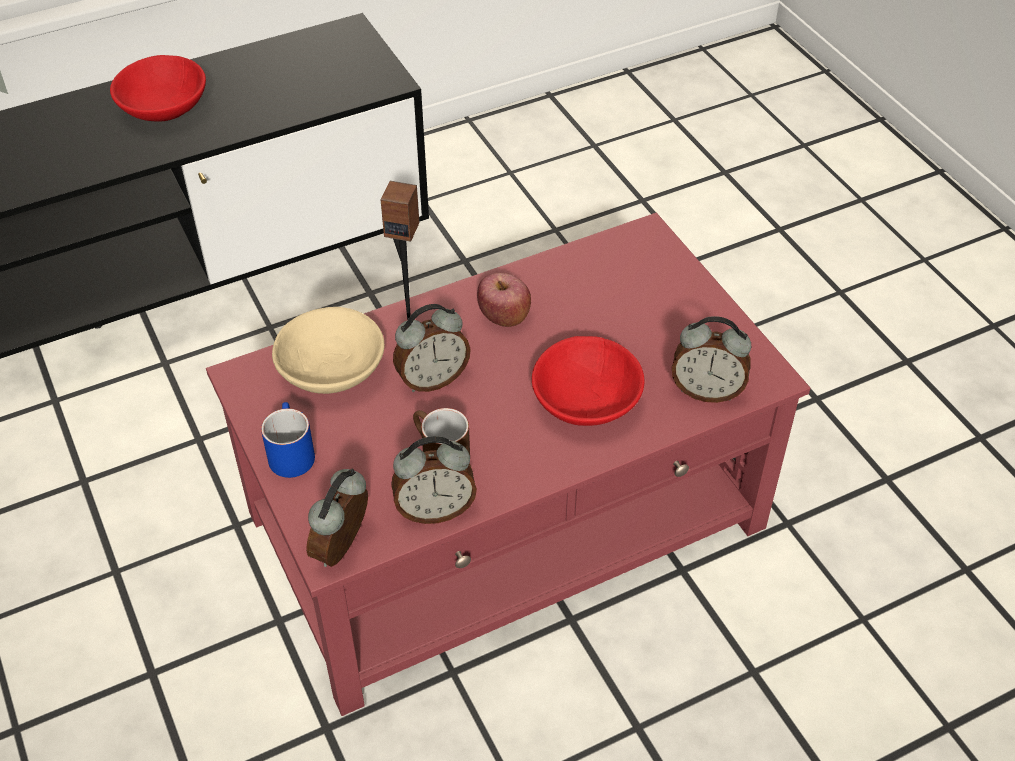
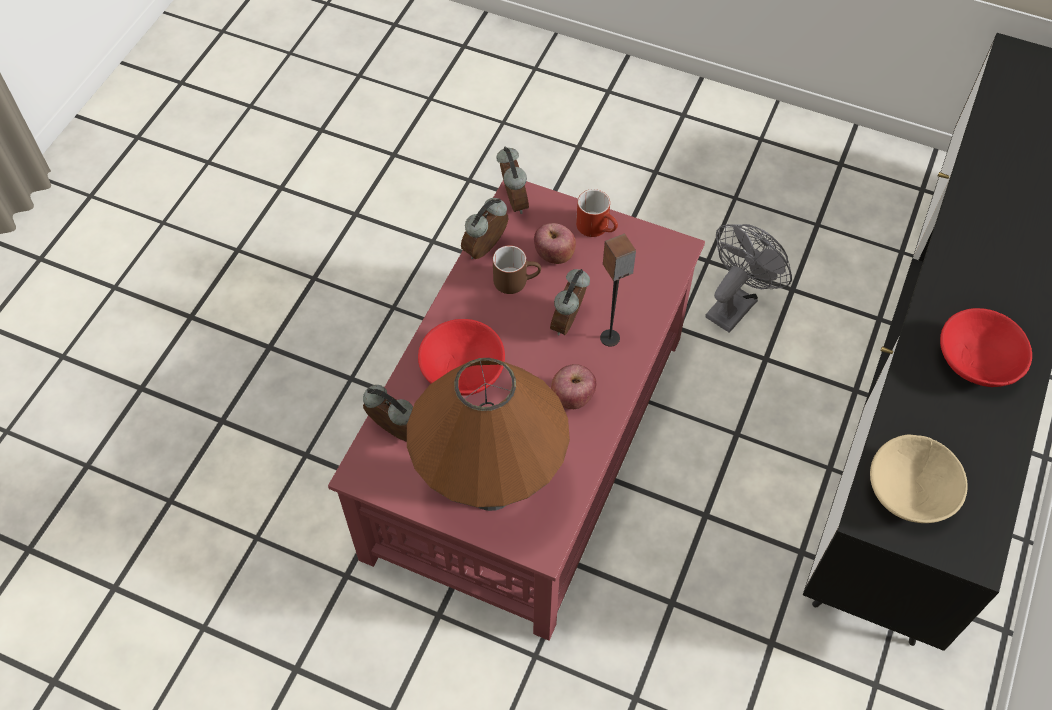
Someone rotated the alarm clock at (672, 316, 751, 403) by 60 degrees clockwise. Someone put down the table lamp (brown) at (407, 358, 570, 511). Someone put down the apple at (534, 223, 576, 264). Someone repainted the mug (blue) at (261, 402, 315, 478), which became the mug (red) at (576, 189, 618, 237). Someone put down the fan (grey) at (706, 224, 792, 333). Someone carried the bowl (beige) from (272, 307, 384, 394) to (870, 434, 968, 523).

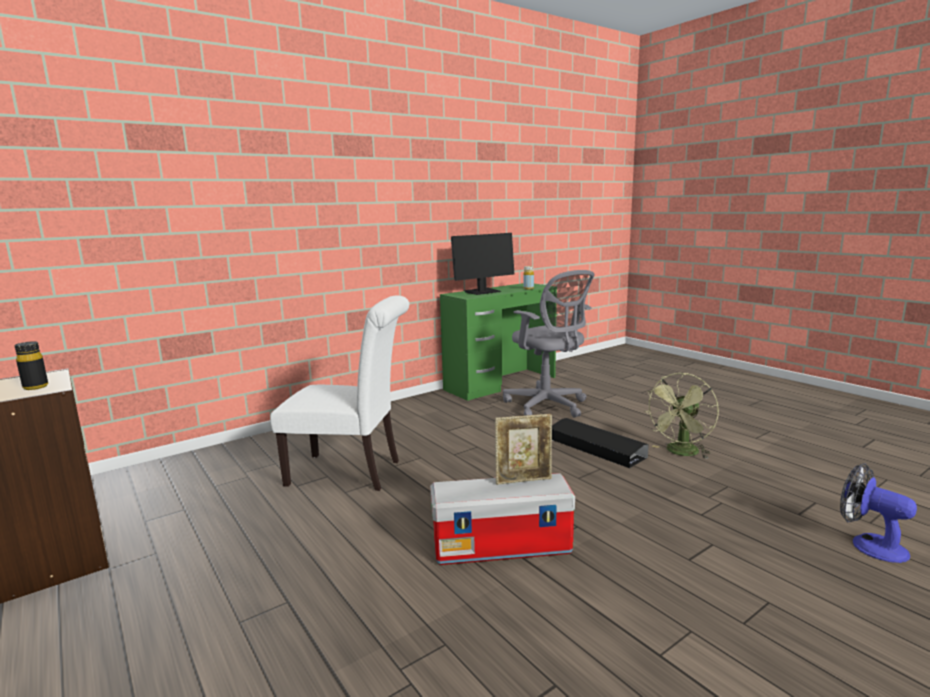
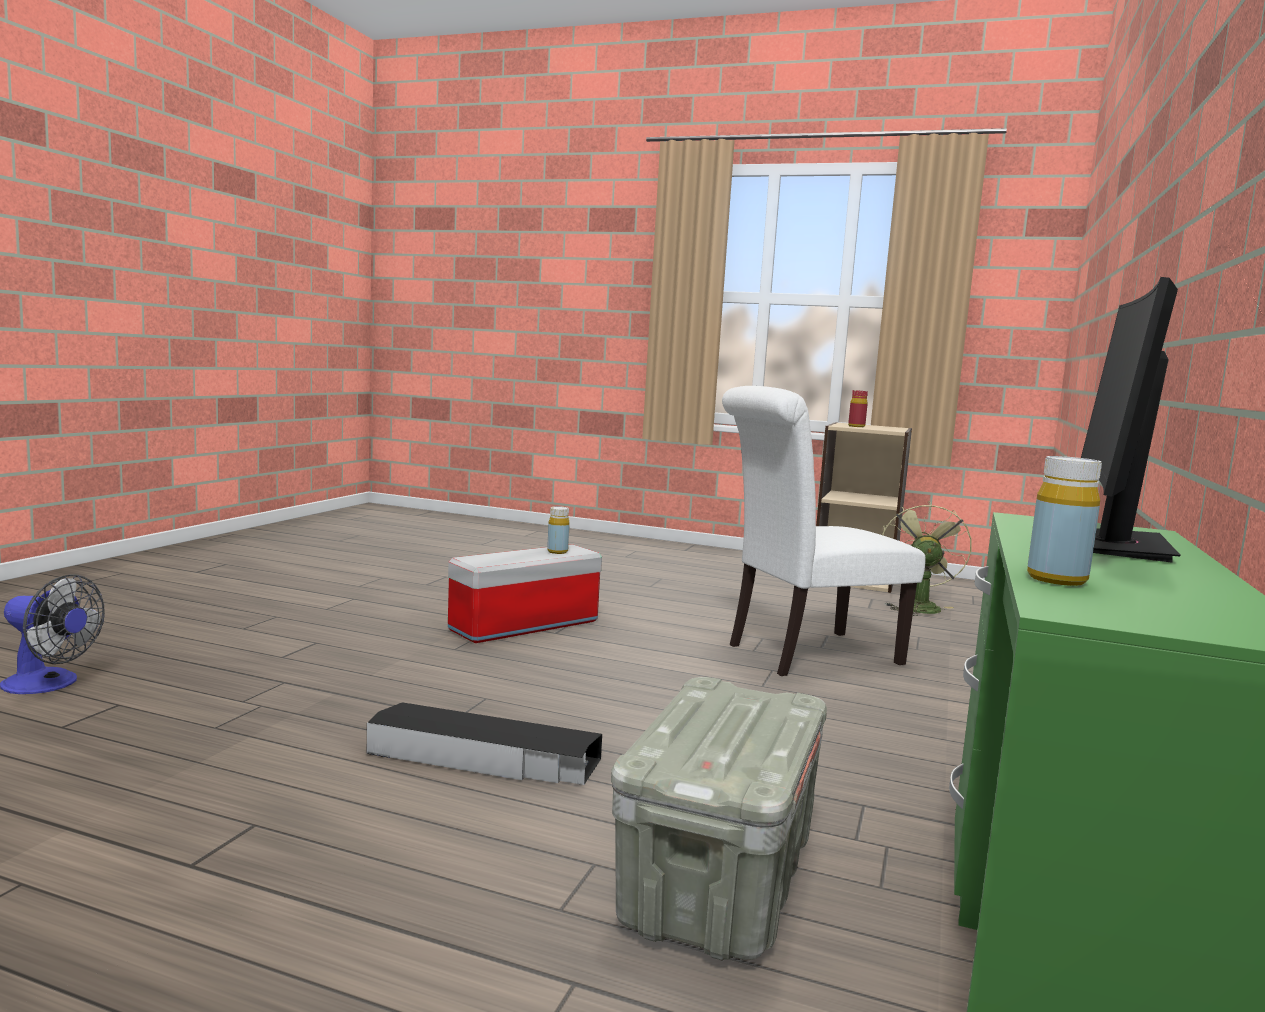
Someone put down the bottle (yellow) at (547, 506, 570, 554). Someone swapped the office chair (grey) at (503, 270, 595, 418) for the storage box (grey) at (611, 677, 827, 961). Someone repainted the bottle (black) at (15, 341, 48, 390), which became the bottle (red) at (848, 390, 868, 427). Someone carried the fan (green) from (644, 373, 719, 459) to (882, 501, 972, 616). Someone took away the picture frame at (495, 414, 552, 485).

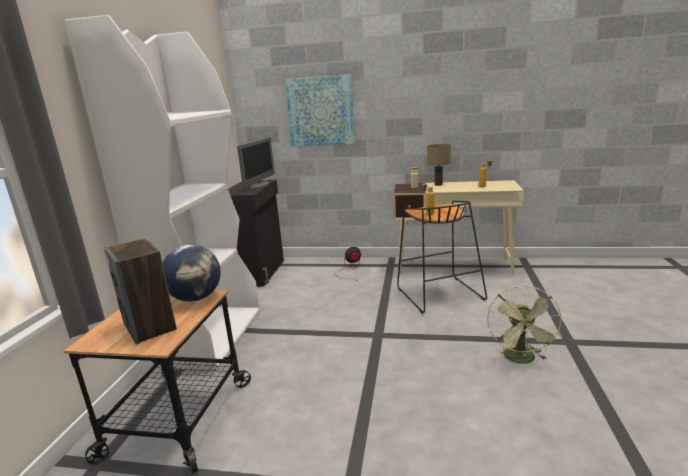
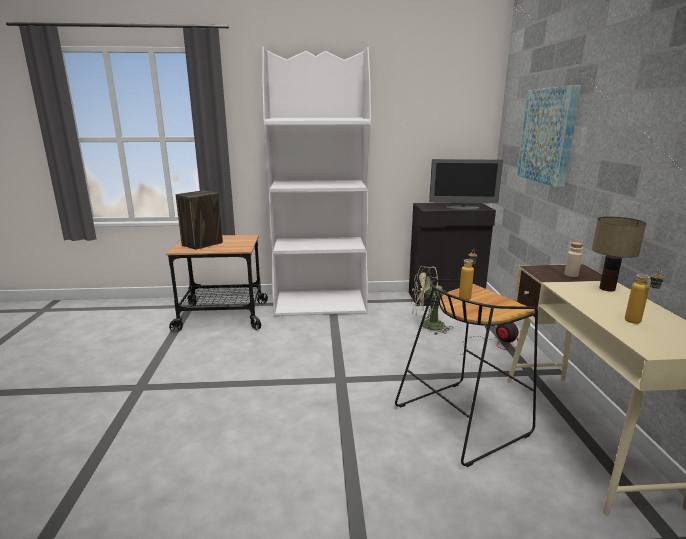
Someone carried the fan (green) from (487, 286, 563, 364) to (411, 266, 453, 335). Someone took away the globe at (163, 244, 221, 302).

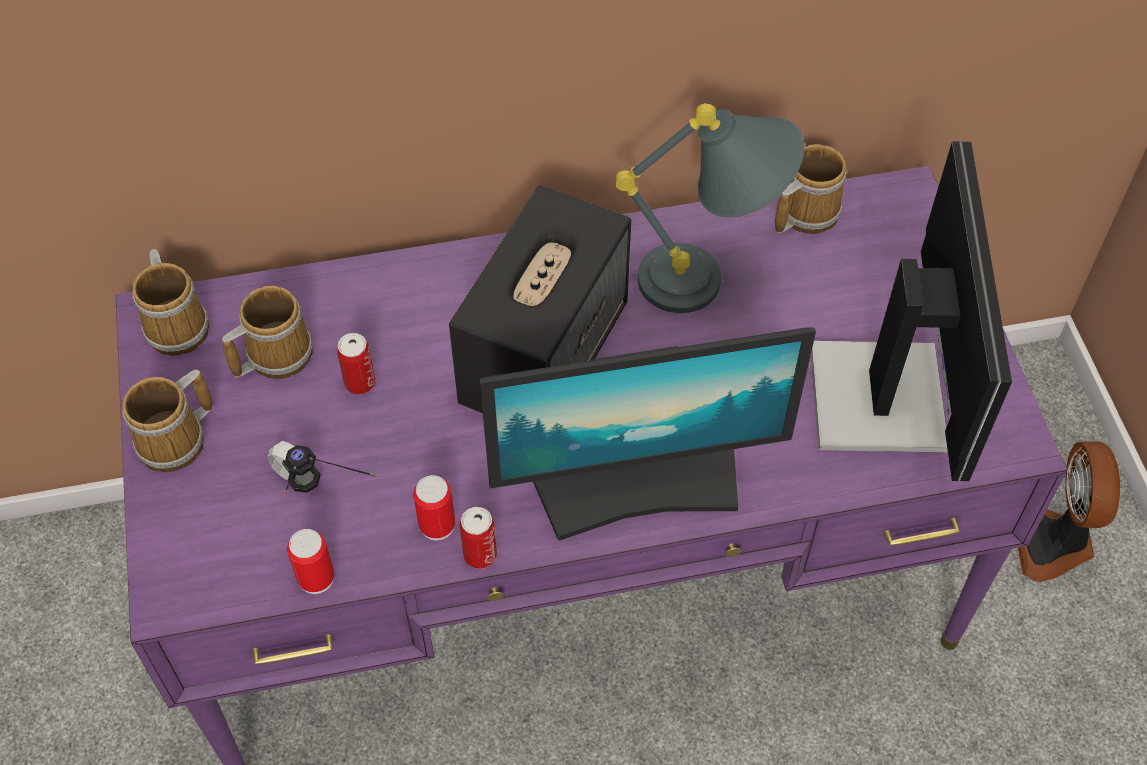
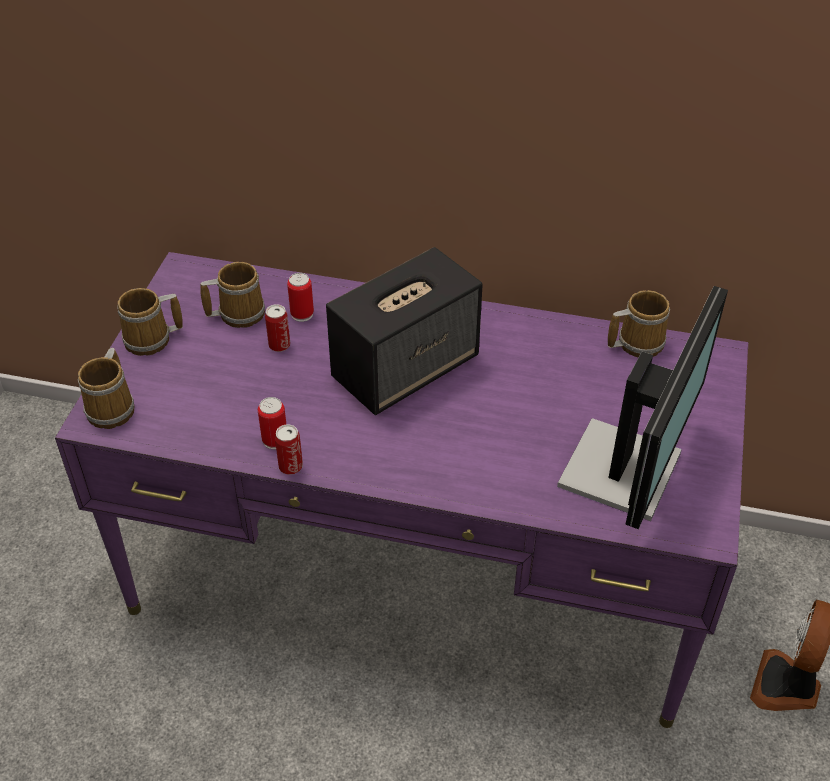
Someone carried the mug from (132, 249, 209, 356) to (78, 348, 135, 429). Someone carried the can from (287, 529, 334, 594) to (287, 273, 314, 322). Someone took away the headphones at (268, 441, 378, 494). Someone took away the monitor at (480, 327, 816, 541). Someone took away the table lamp (grey) at (616, 103, 804, 313).

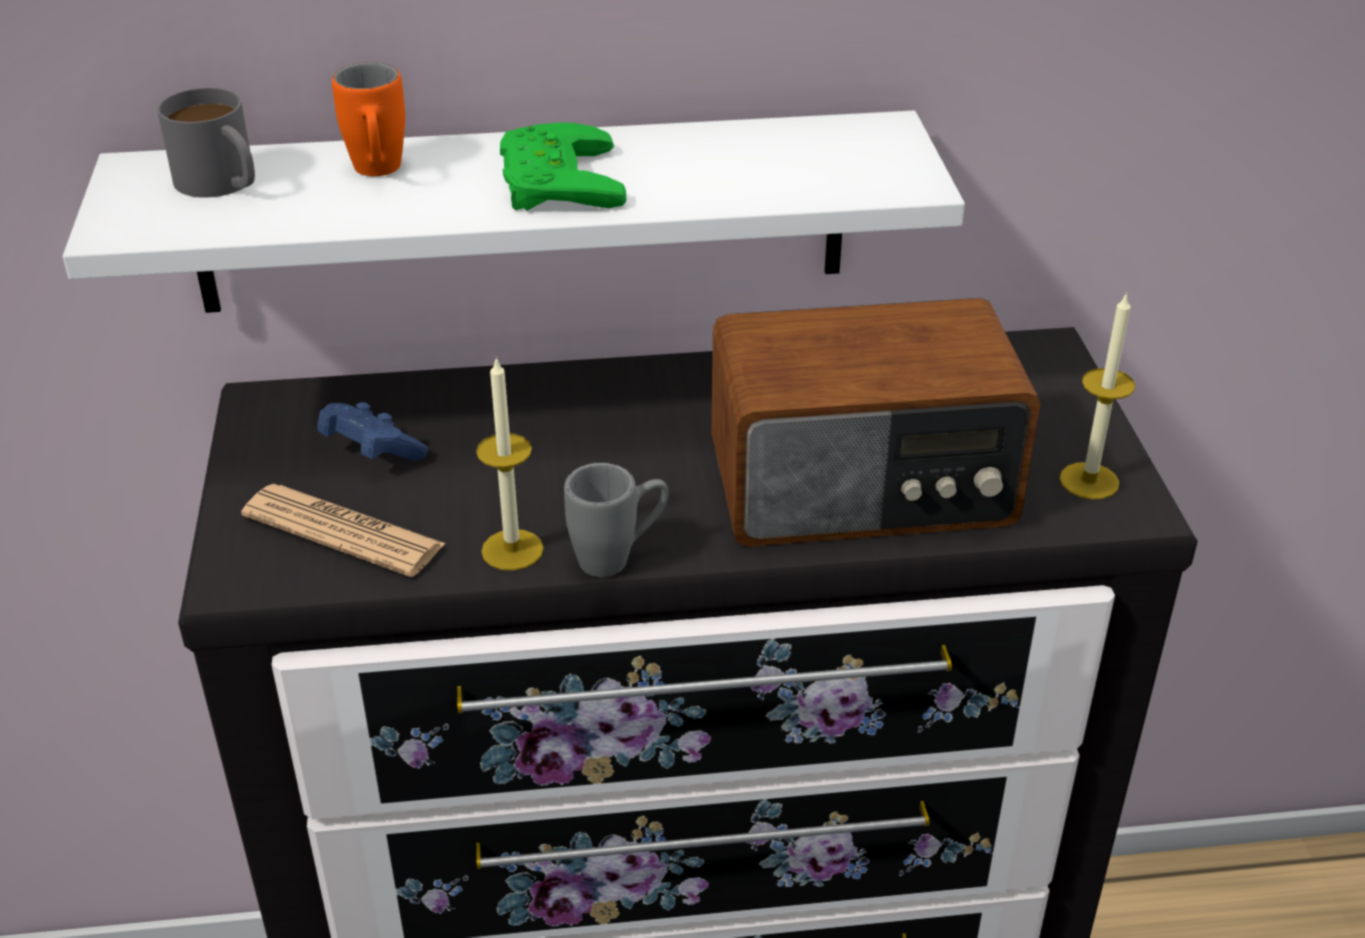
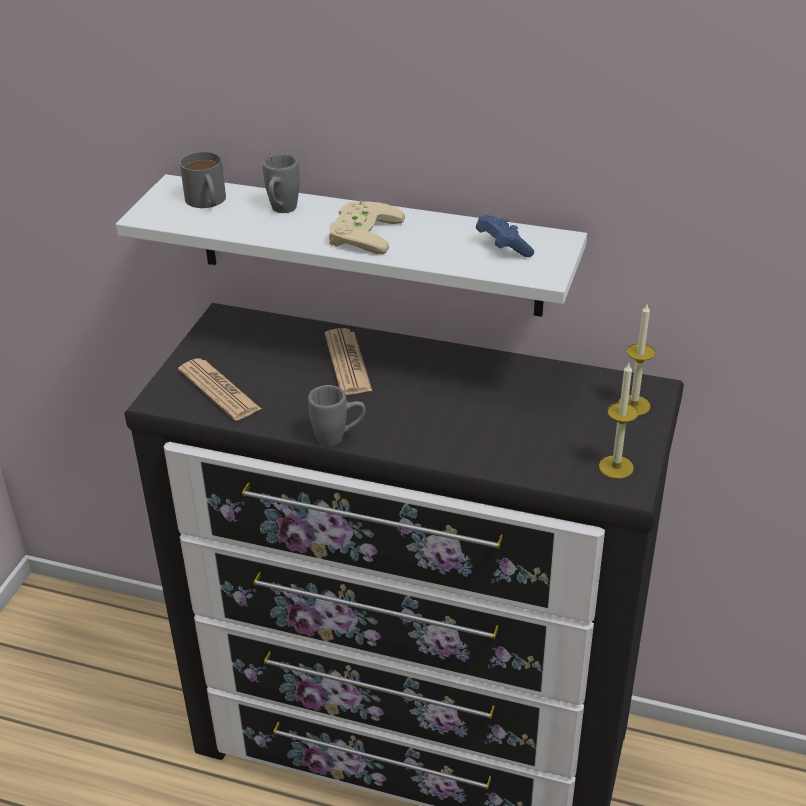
Someone repainted the mug (orange) at (332, 62, 405, 176), which became the mug (grey) at (263, 153, 300, 213). Someone put down the newspaper at (325, 328, 372, 395). Someone repainted the game controller (green) at (500, 122, 626, 211), which became the game controller (beige) at (329, 202, 405, 254). Someone carried the game controller (blue) from (317, 402, 428, 461) to (476, 215, 534, 257). Someone carried the candle from (476, 356, 544, 571) to (618, 304, 655, 416). Someone took away the radio at (711, 298, 1041, 546).

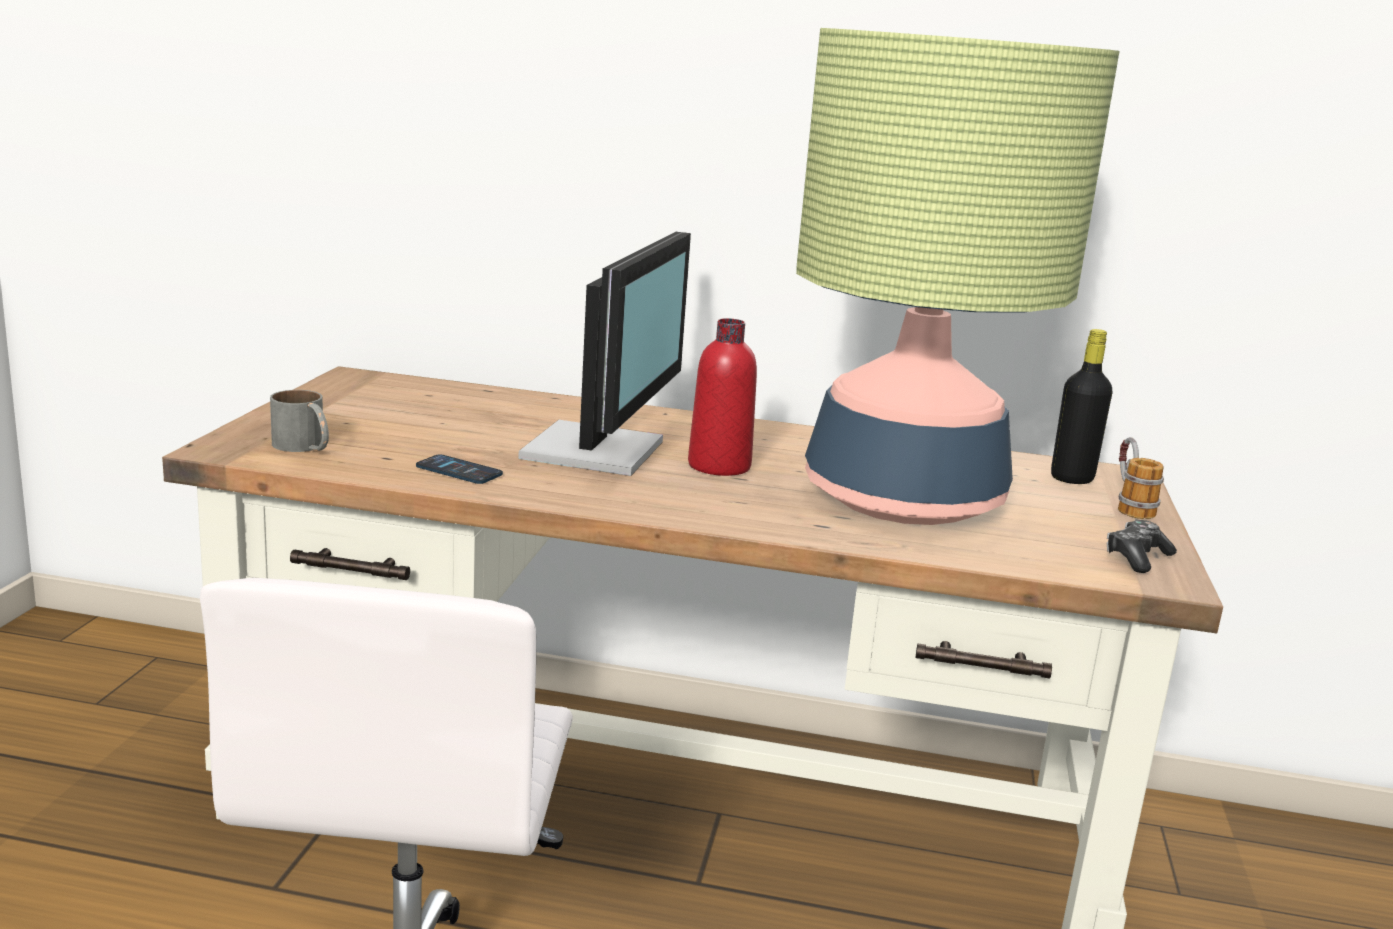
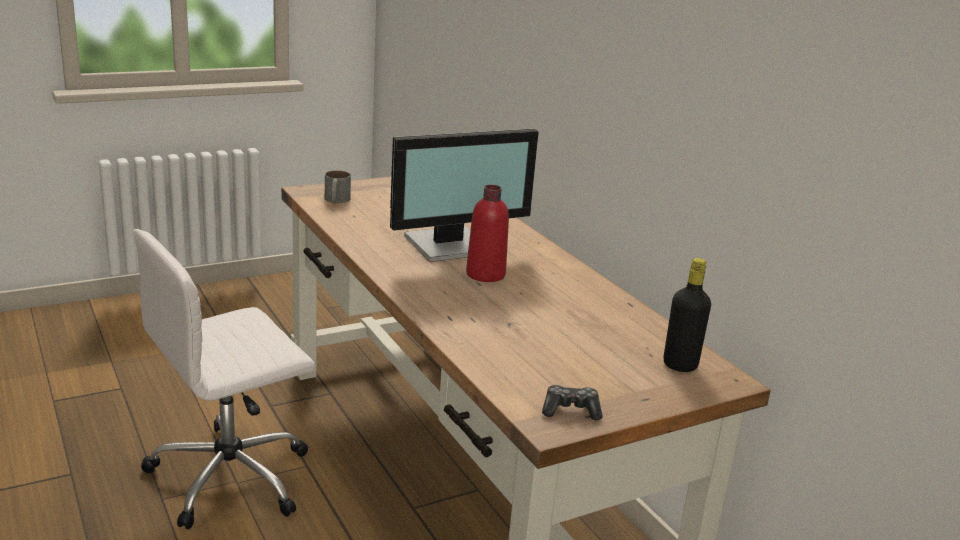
Someone took away the phone at (416, 454, 503, 484). Someone took away the table lamp at (796, 28, 1119, 525). Someone took away the mug at (1118, 437, 1164, 519).

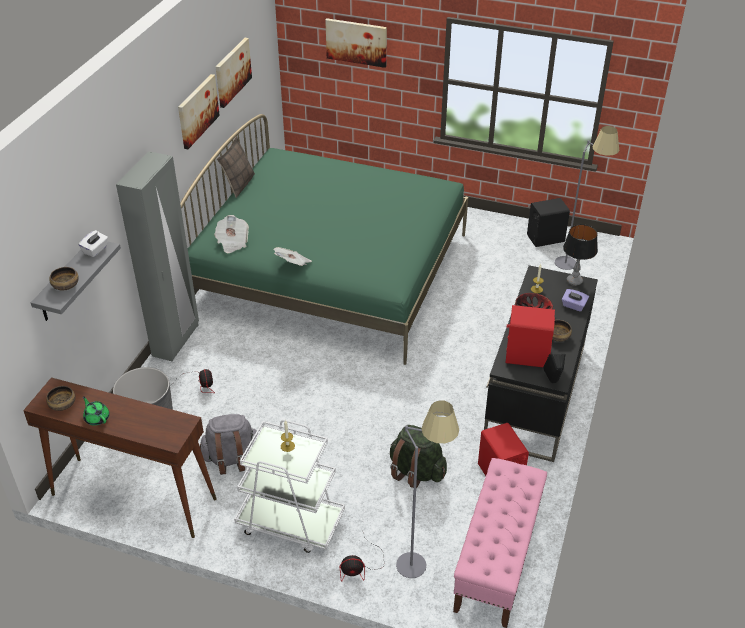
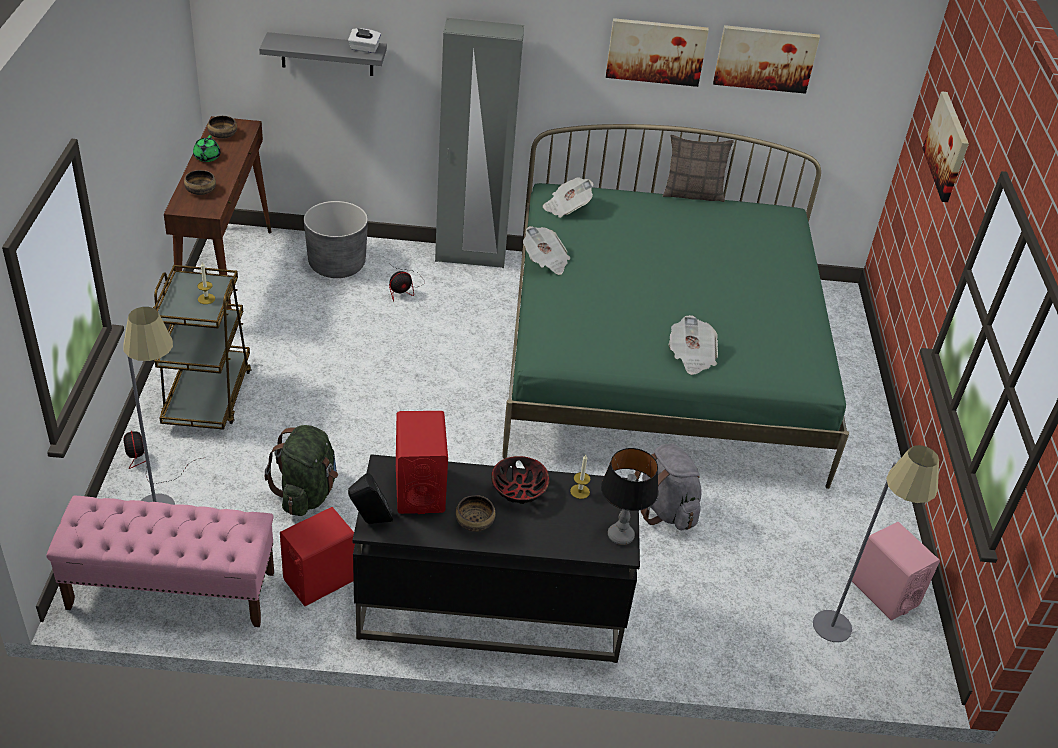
Someone repainted the cart (white) at (234, 420, 345, 553), which became the cart (brown) at (153, 265, 251, 430). Someone carried the bowl from (49, 267, 79, 290) to (184, 170, 216, 195). Someone rotated the teapot (green) at (83, 396, 109, 425) by 150 degrees clockwise. Someone carried the backpack (grey) from (199, 414, 257, 475) to (634, 443, 702, 530). Someone put down the newspaper at (668, 315, 718, 375). Someone repainted the speaker (black) at (527, 198, 570, 247), which became the speaker (pink) at (852, 522, 940, 620). Someone took away the tissue box (purple) at (562, 289, 589, 312).

